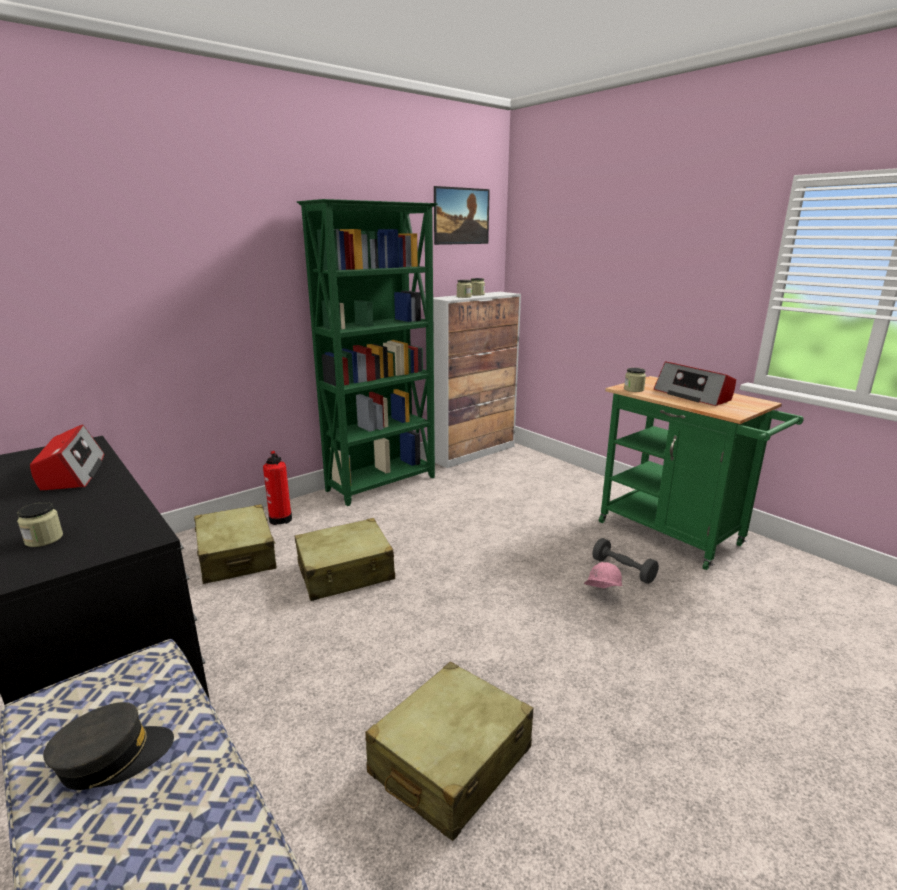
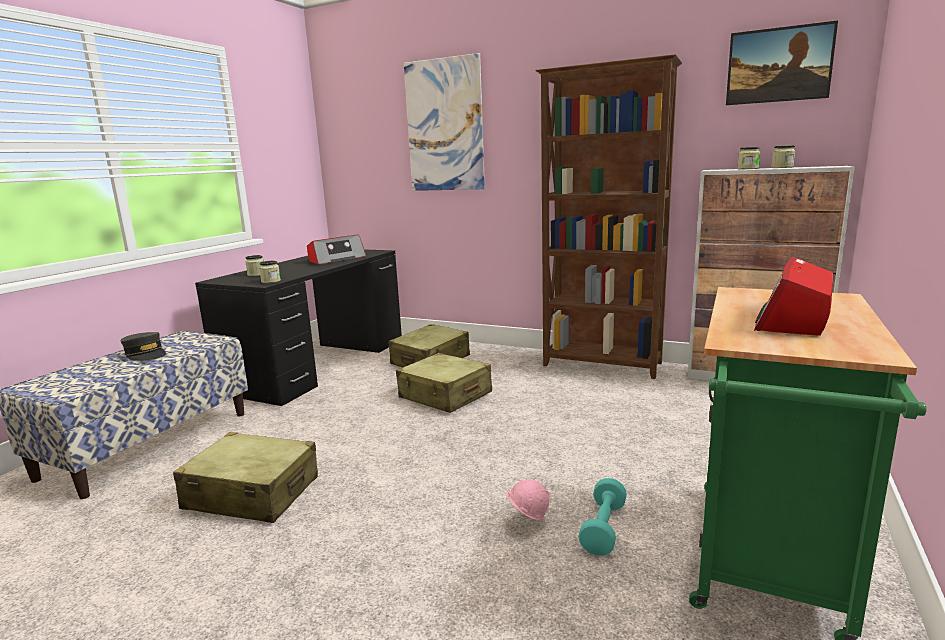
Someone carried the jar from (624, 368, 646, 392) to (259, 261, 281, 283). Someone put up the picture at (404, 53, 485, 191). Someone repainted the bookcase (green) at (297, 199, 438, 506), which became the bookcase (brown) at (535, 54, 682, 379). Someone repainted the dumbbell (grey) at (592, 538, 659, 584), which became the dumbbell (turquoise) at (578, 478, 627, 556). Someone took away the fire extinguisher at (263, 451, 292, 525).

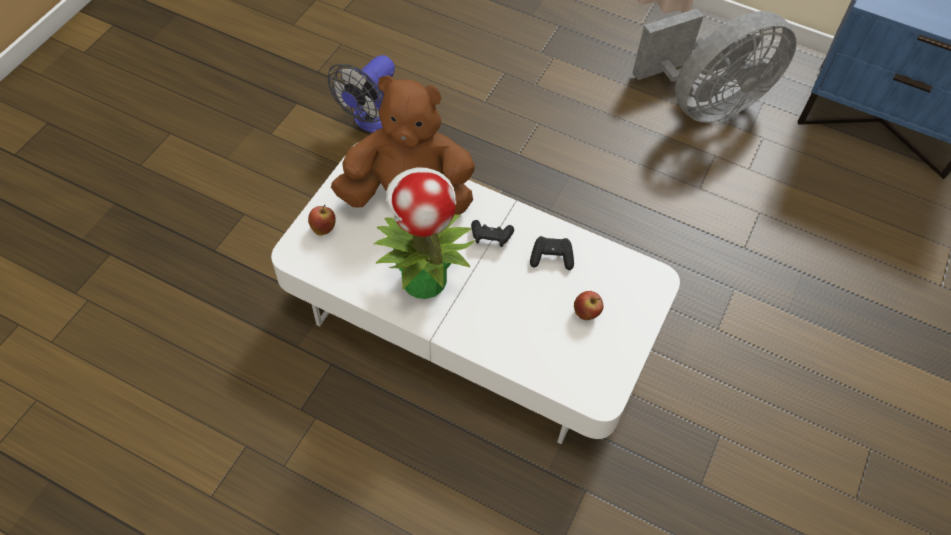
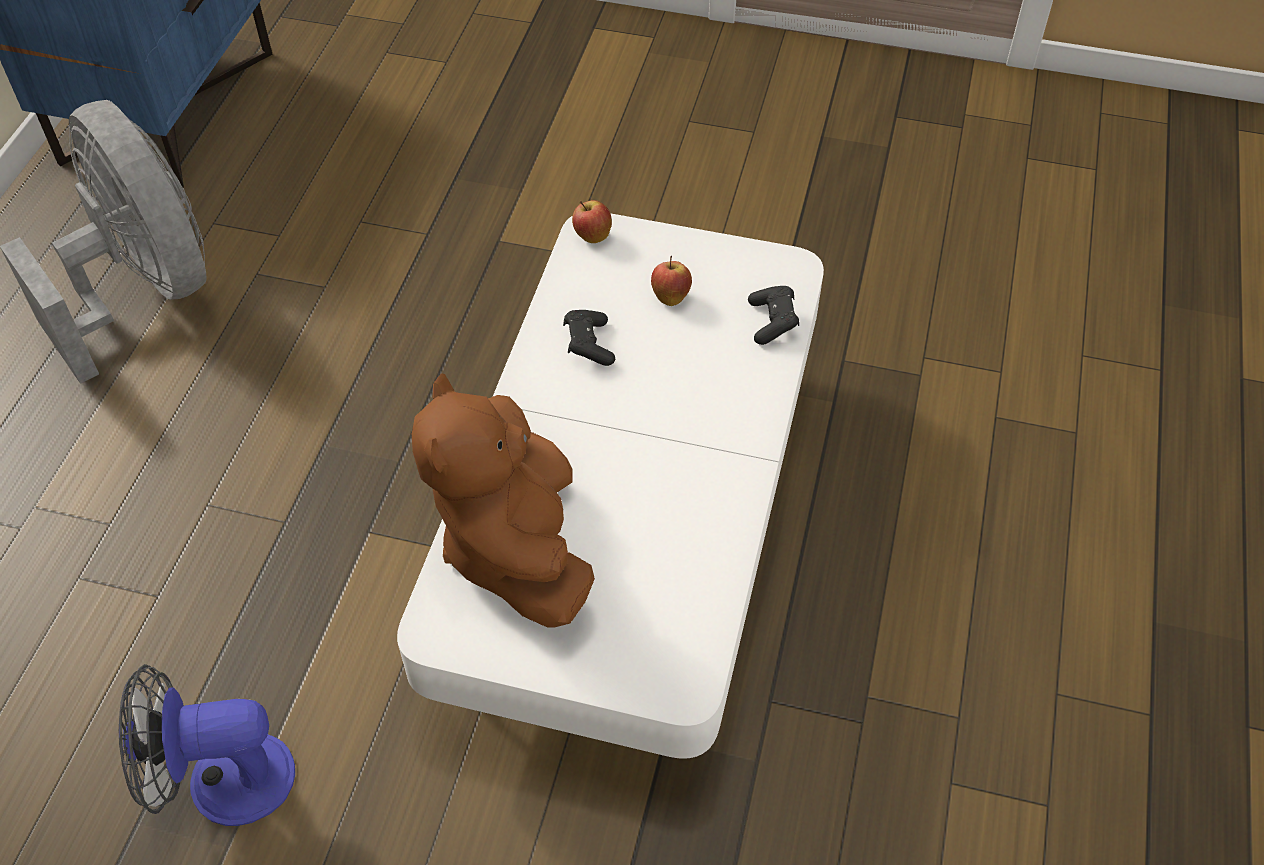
Someone rotated the fan at (328, 55, 395, 132) by 150 degrees clockwise. Someone carried the apple from (308, 205, 336, 235) to (572, 200, 612, 243). Someone carried the game controller (black) from (471, 220, 514, 247) to (748, 286, 799, 345). Someone took away the potted plant at (374, 167, 476, 299).

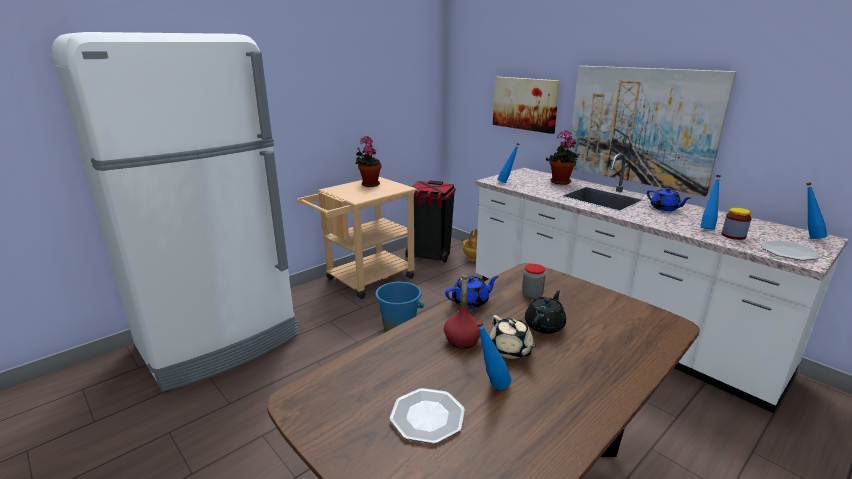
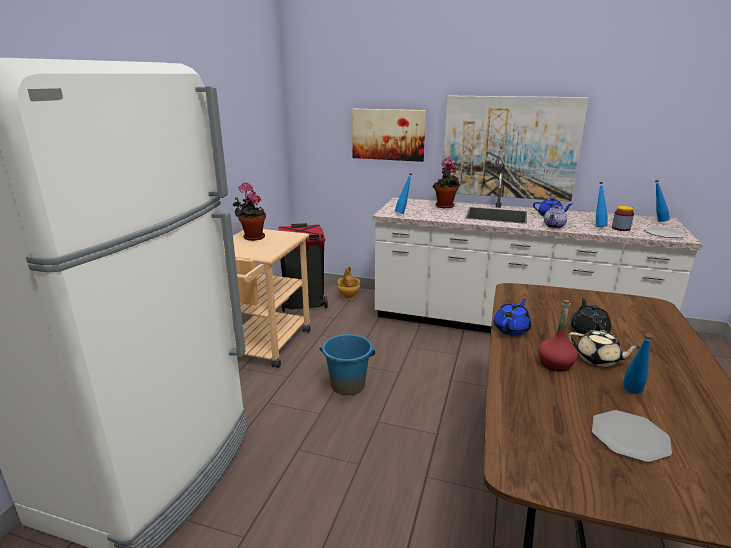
Someone put down the teapot at (544, 206, 567, 229). Someone took away the jar at (522, 264, 545, 299).

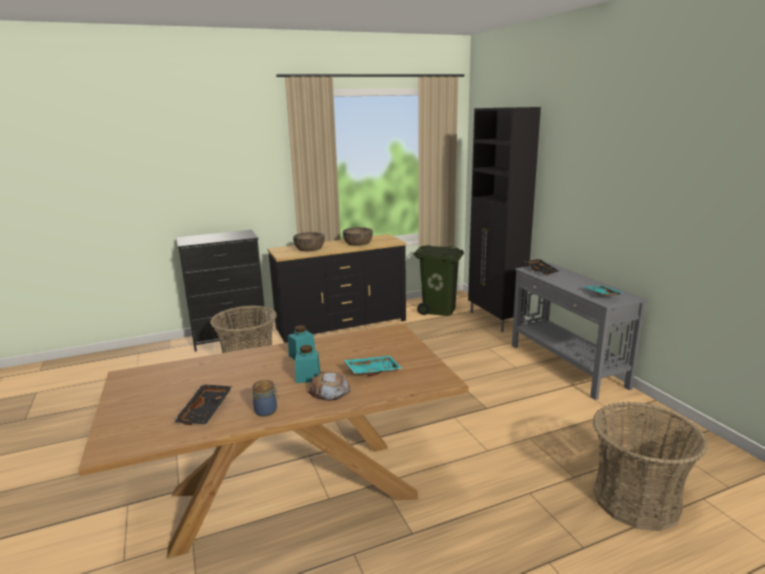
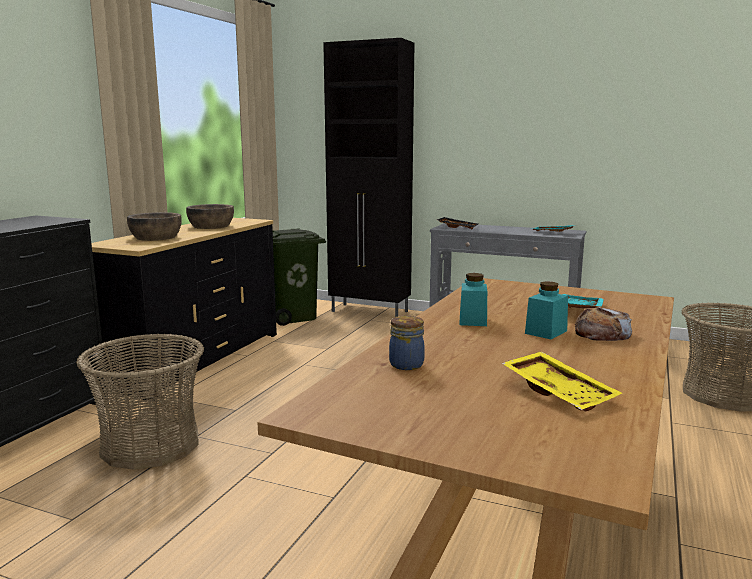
Someone carried the jar from (252, 380, 279, 417) to (389, 316, 425, 370). Someone repainted the tray (black) at (173, 385, 233, 425), which became the tray (yellow) at (502, 351, 622, 412).

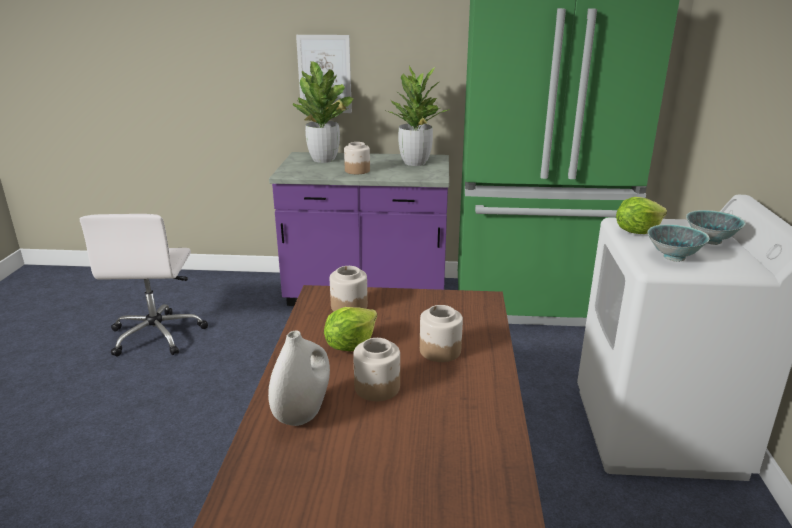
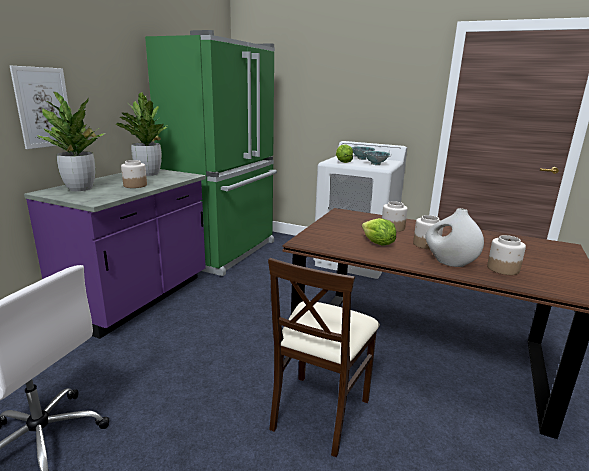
Someone put down the chair (beige) at (268, 258, 380, 457). Someone carried the jar from (330, 266, 368, 311) to (487, 235, 526, 275).

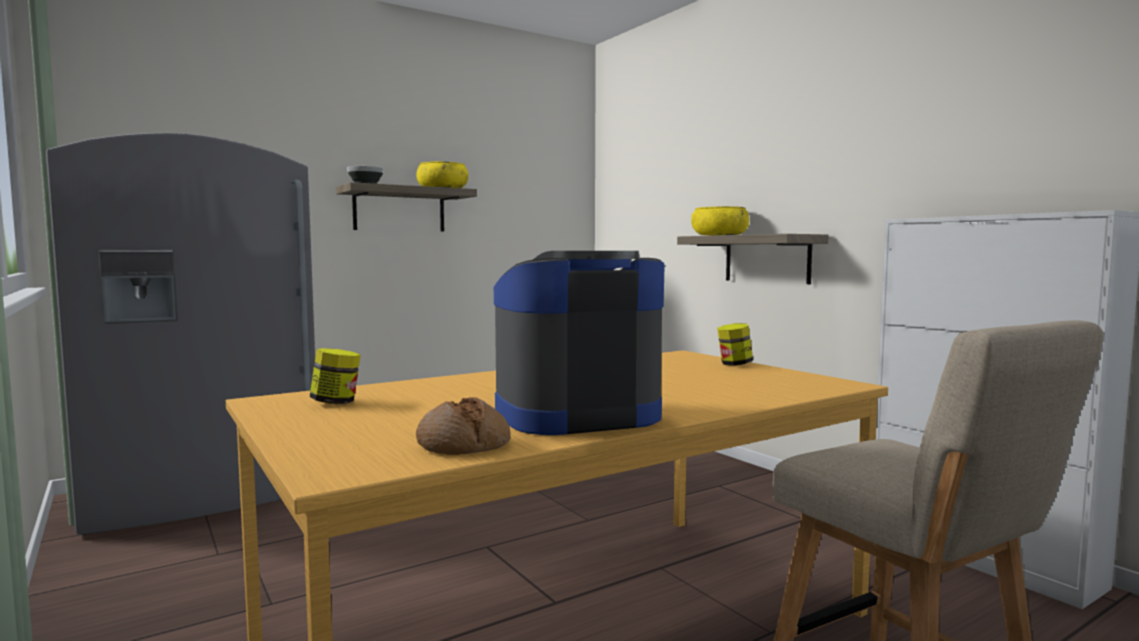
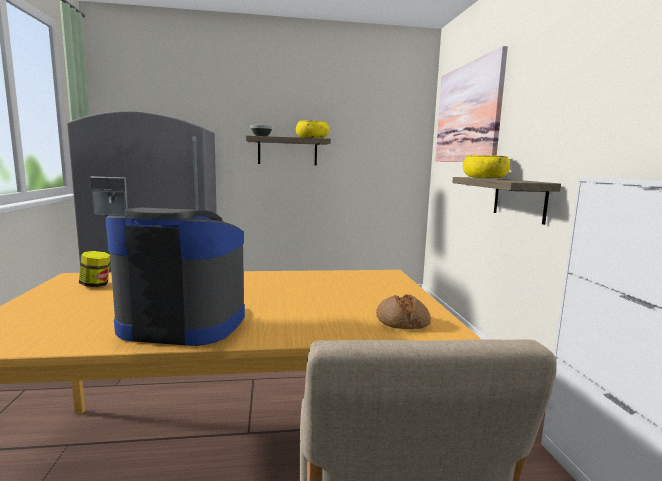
Someone carried the bread from (416, 397, 511, 455) to (376, 294, 431, 329). Someone put up the picture at (436, 46, 508, 162). Someone took away the jar at (717, 323, 753, 366).

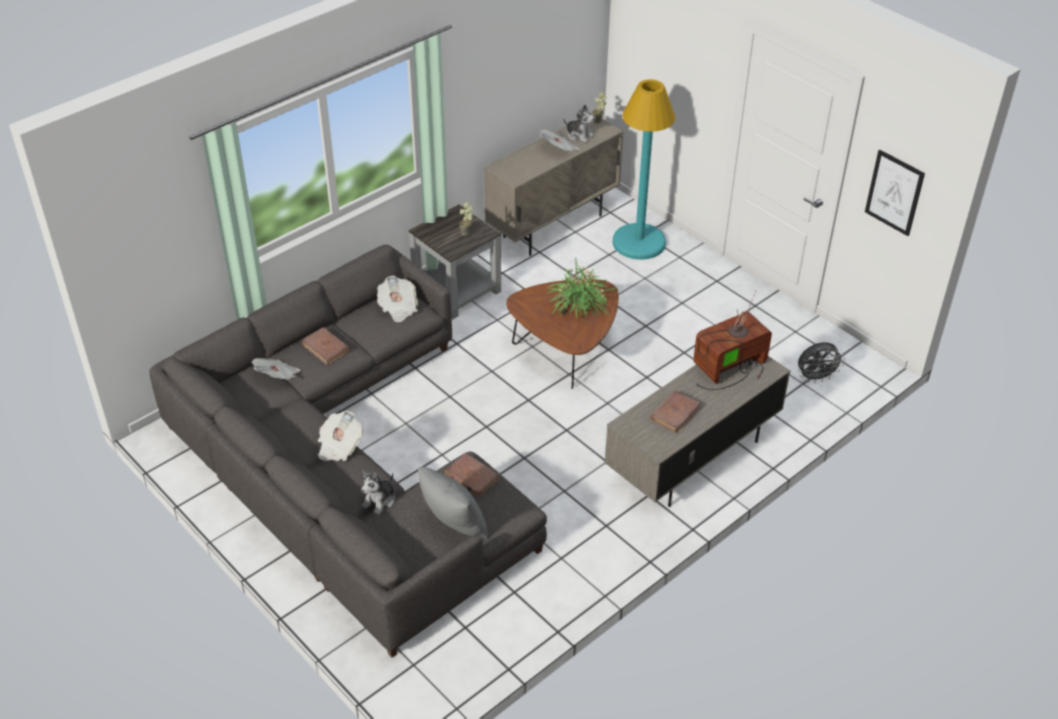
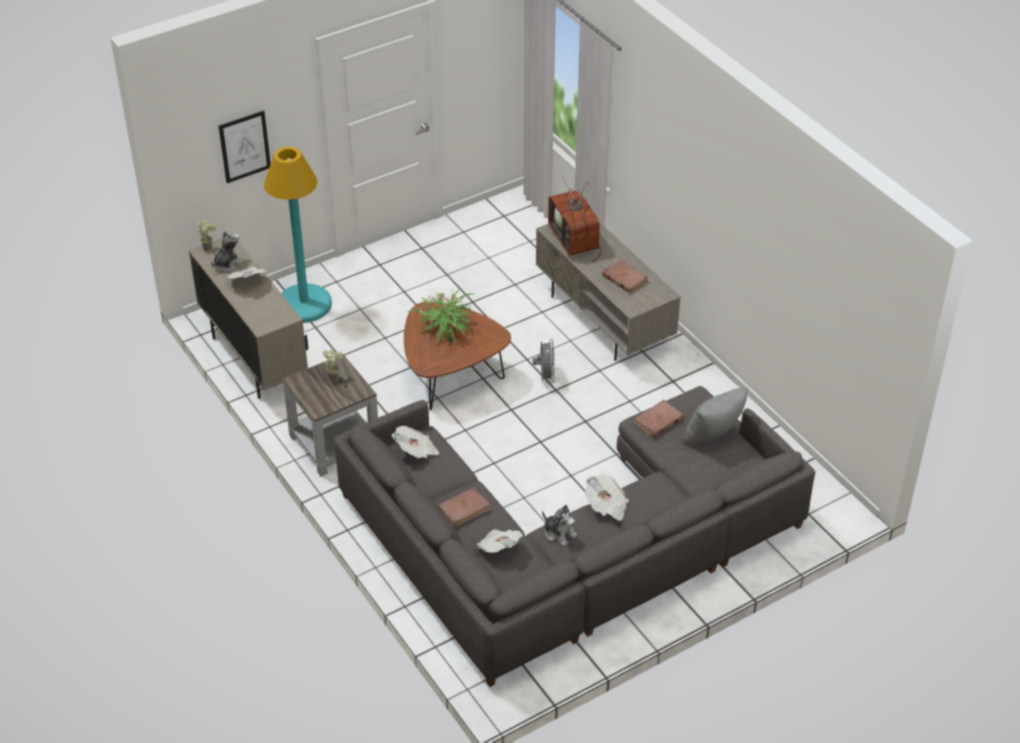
Someone carried the picture from (865, 149, 925, 236) to (219, 110, 271, 183). Someone carried the fan (grey) from (798, 342, 845, 383) to (533, 339, 555, 383). Someone carried the plush toy from (361, 471, 395, 515) to (542, 505, 577, 547).

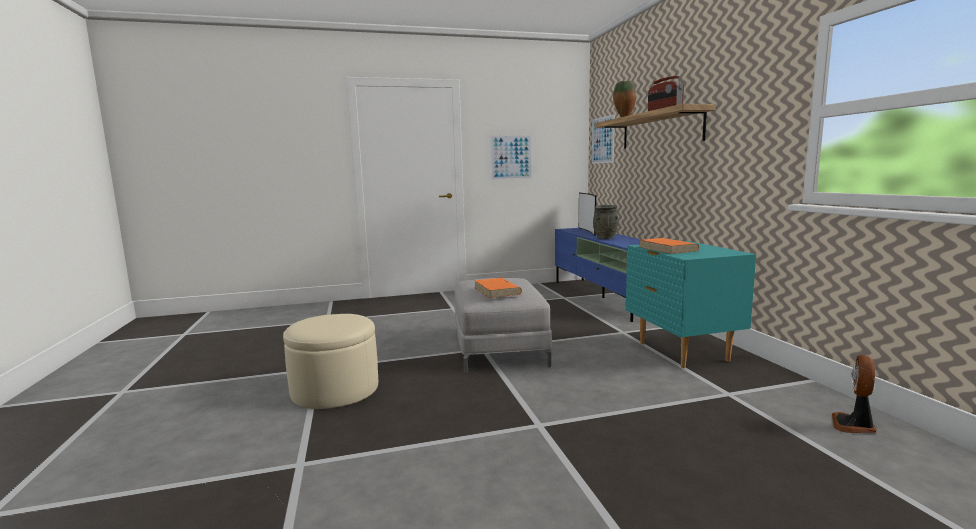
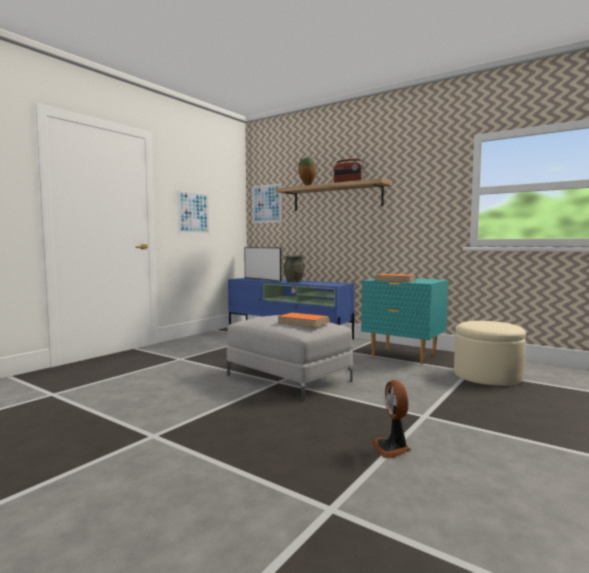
Someone carried the fan from (832, 355, 877, 433) to (372, 380, 411, 458). Someone carried the ottoman (beige) from (283, 314, 378, 409) to (454, 321, 526, 386).

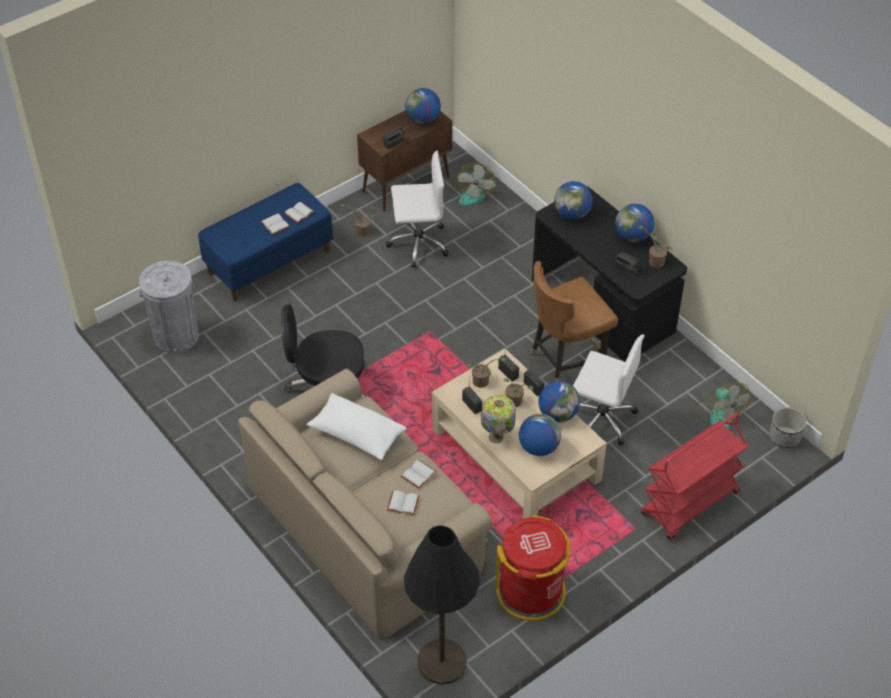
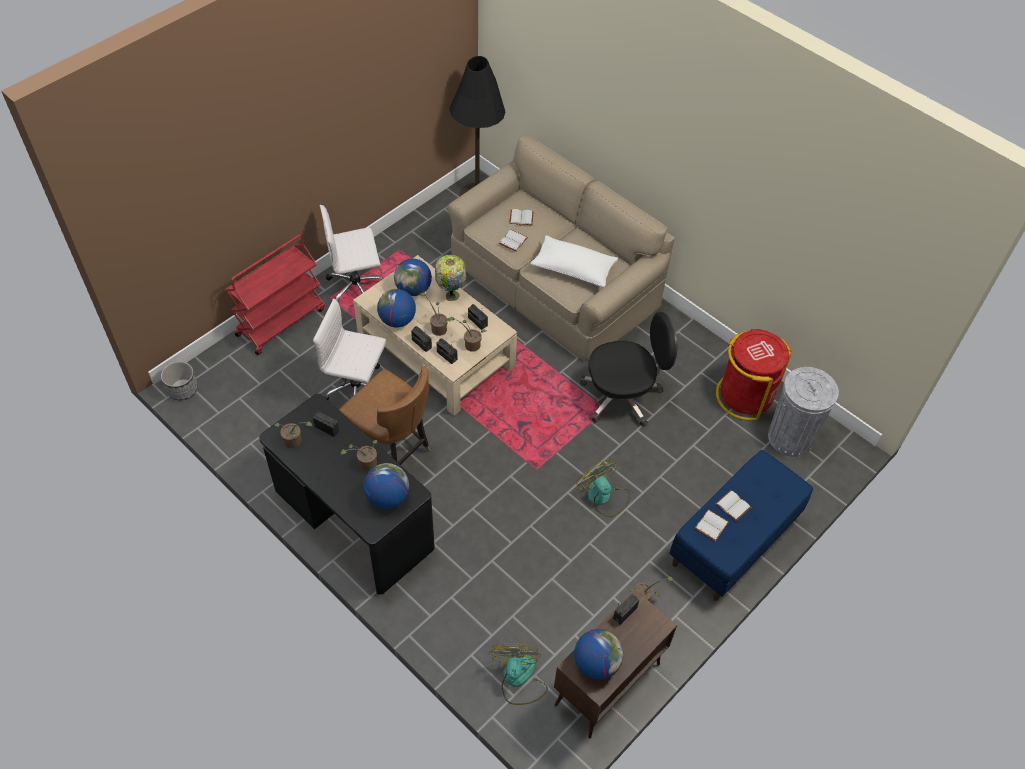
Someone carried the office chair (white) from (386, 150, 449, 268) to (320, 205, 384, 301). Someone rotated the chair (brown) at (531, 261, 618, 381) by 75 degrees clockwise. Someone put down the potted plant at (340, 440, 378, 471). Someone carried the fan from (690, 382, 751, 429) to (576, 459, 630, 517). Someone carried the trash can (red) from (495, 516, 571, 621) to (716, 329, 792, 421). Someone took away the globe at (615, 204, 654, 243).

